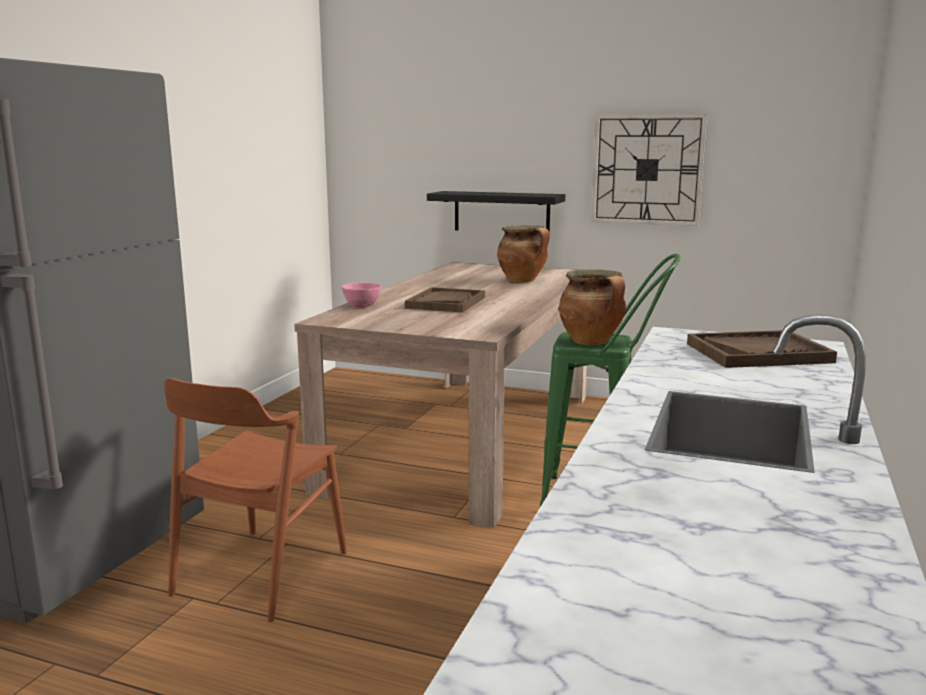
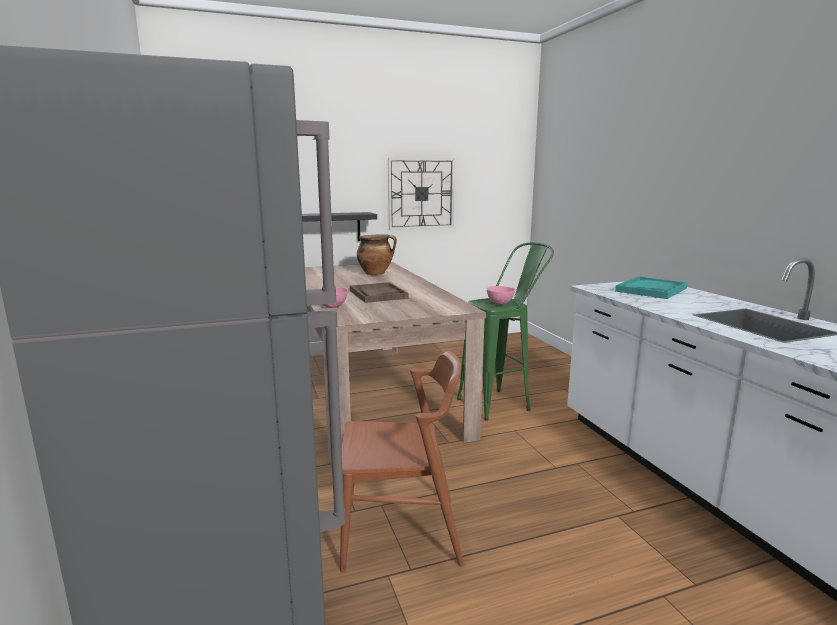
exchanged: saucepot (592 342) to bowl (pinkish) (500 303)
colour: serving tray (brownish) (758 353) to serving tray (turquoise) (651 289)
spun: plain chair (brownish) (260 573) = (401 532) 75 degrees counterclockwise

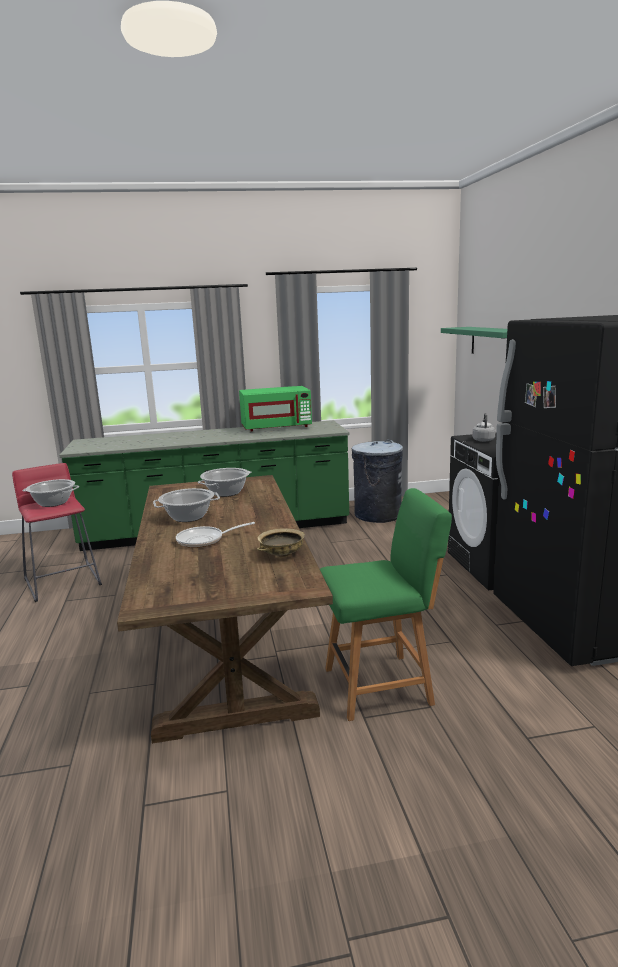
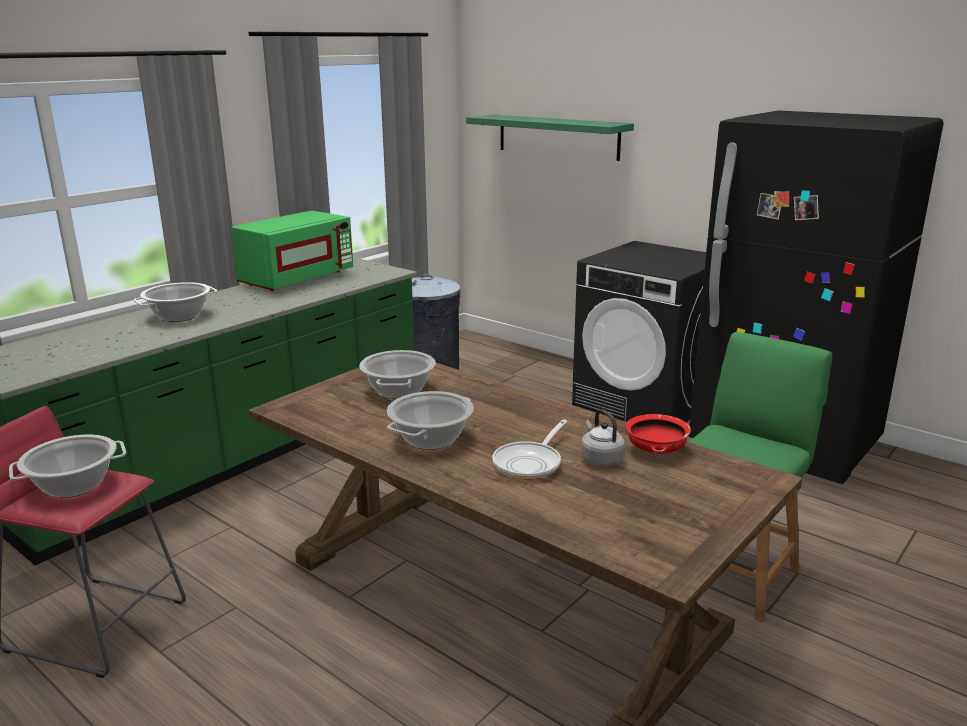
appeared: saucepot (179 316)
relocated: tea kettle (gray) (483 440) to (600 459)
colour: bowl (sand-coloured) (281 554) to bowl (red) (656 450)

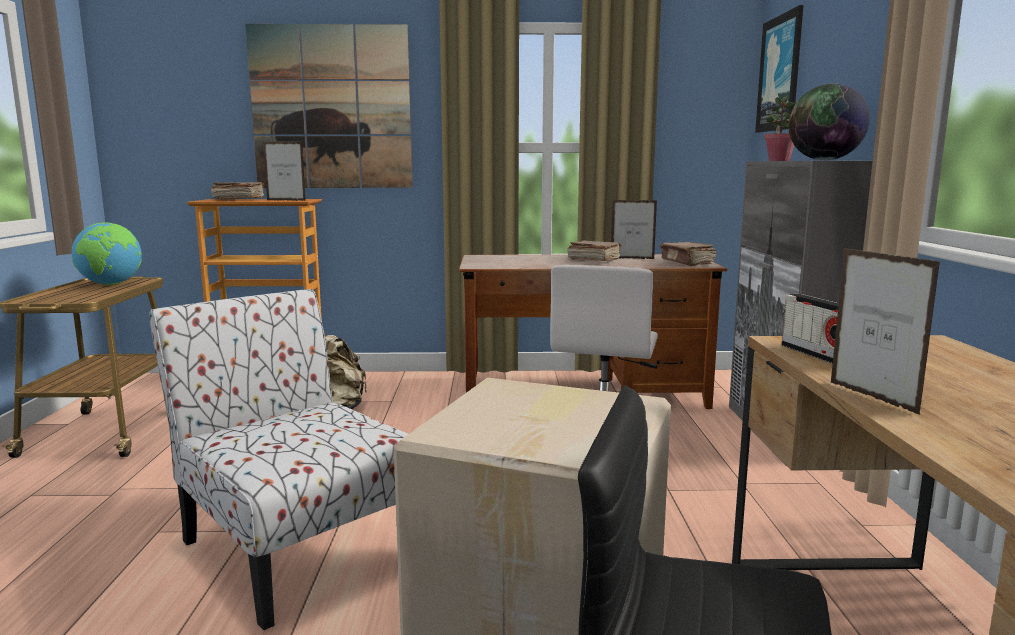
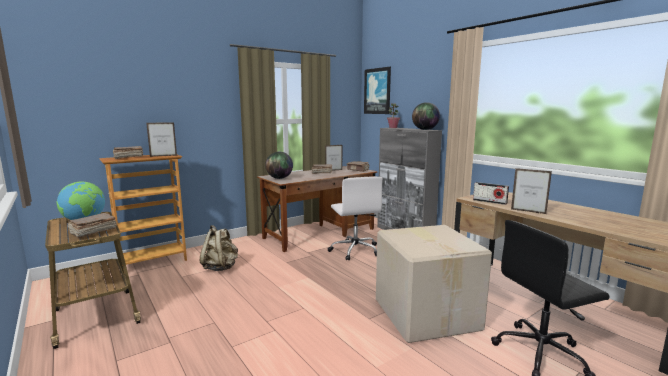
missing: wall picture (331 108); plain chair (297 546)
appeared: globe (279 178); bound book (brownish) (92 232)

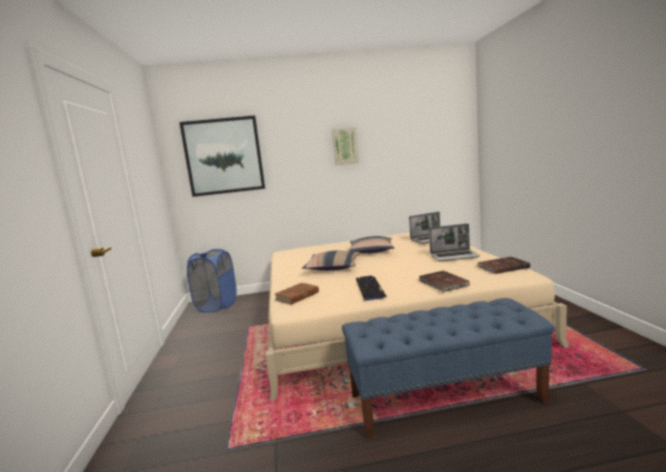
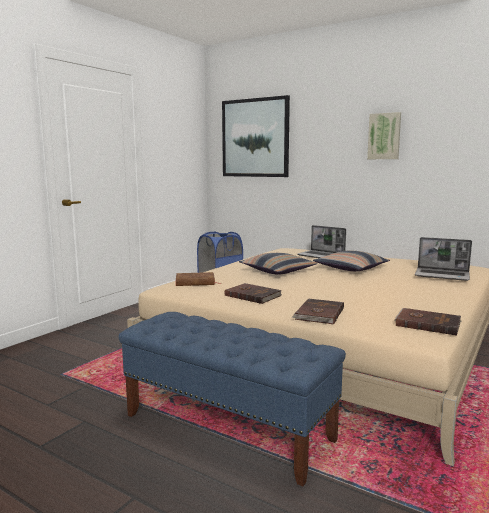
relocated: portable computer (454 256) to (321 256)
exchanged: PC keyboard (369 288) to bound book (brownish) (253 295)

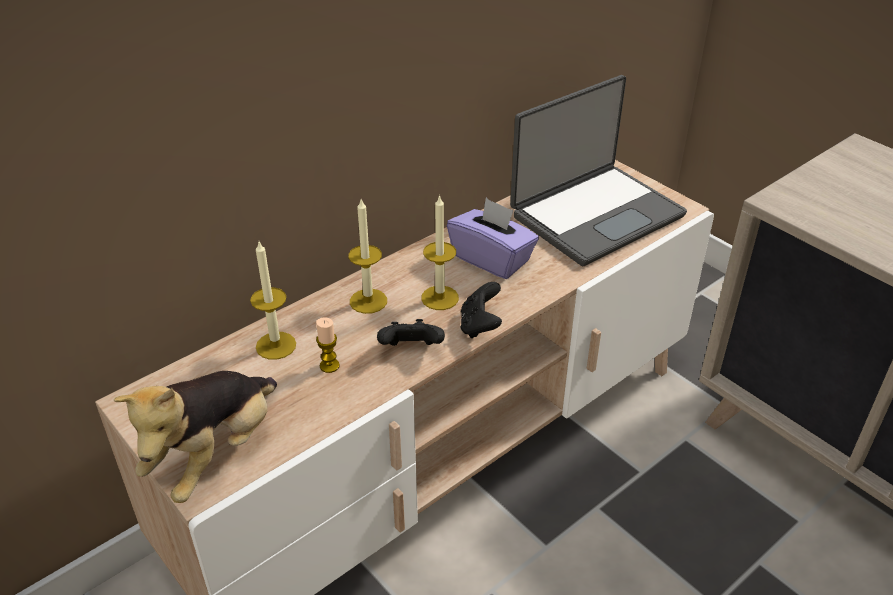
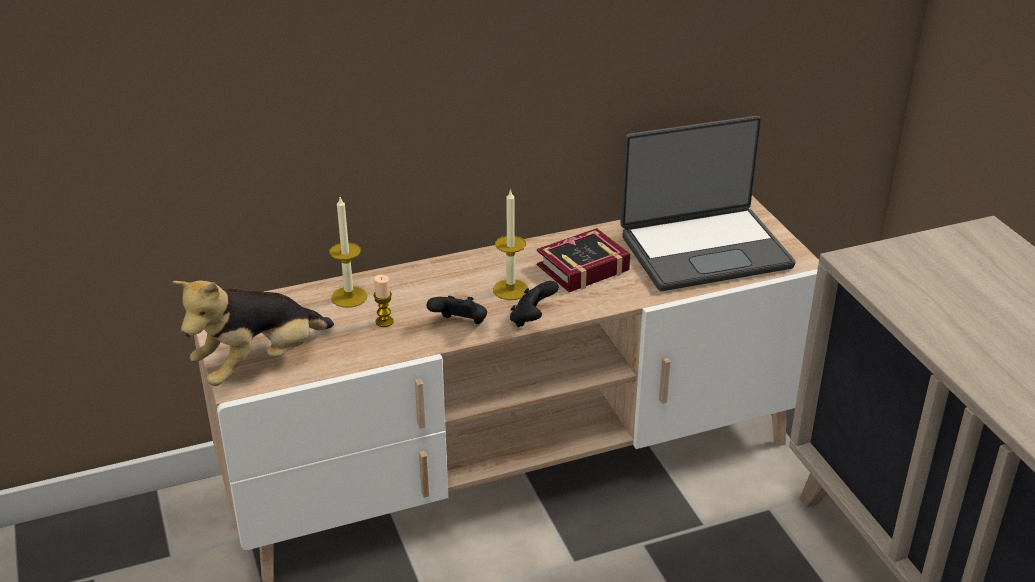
missing: wax light (368 301)
exchanged: tissue box (purple) (492 259) to bound book (578 268)

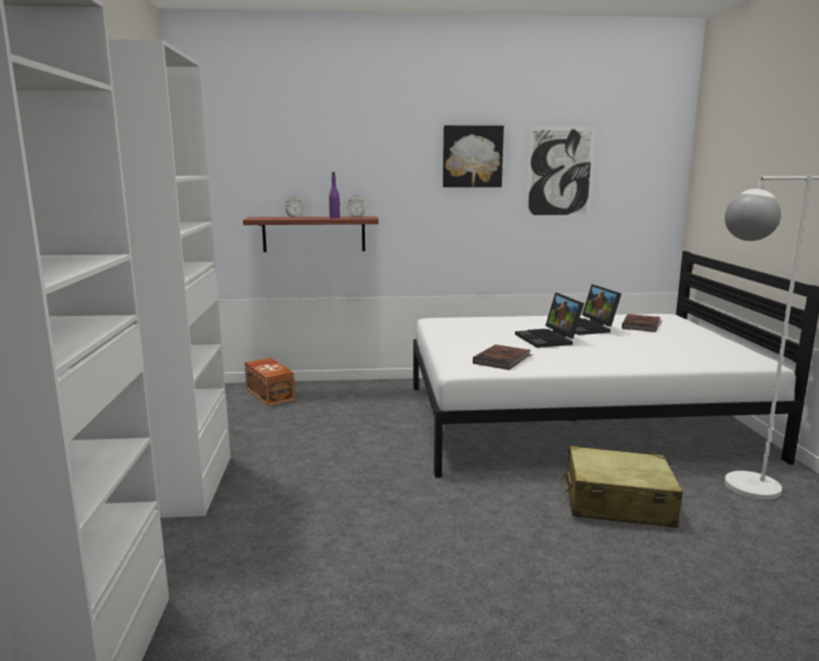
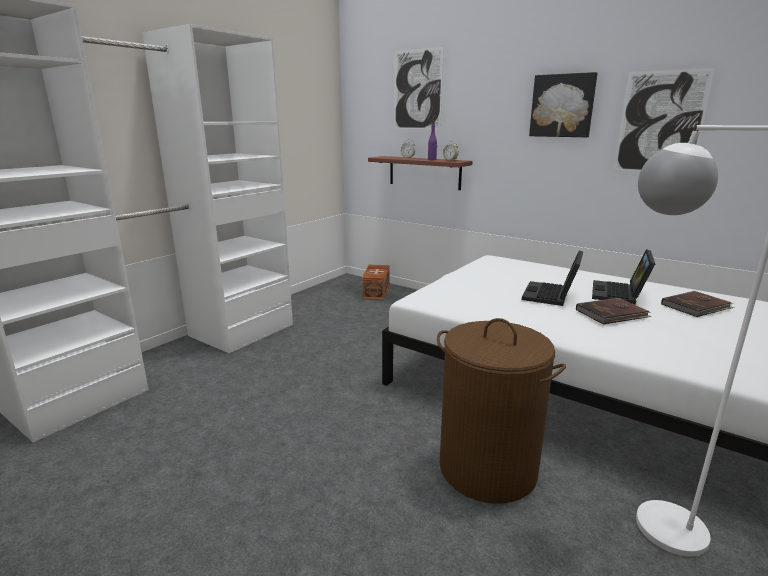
appeared: wall picture (417 90)
relocated: bound book (brownish) (503 360) to (612 314)
exchanged: travel case (sand-coloured) (617 503) to washing basket (brownish) (487 469)

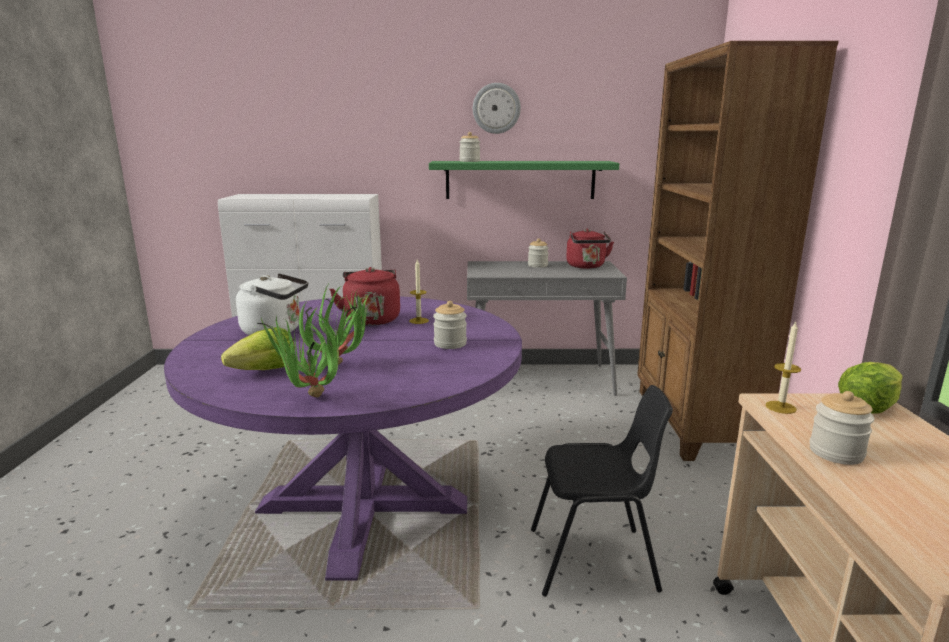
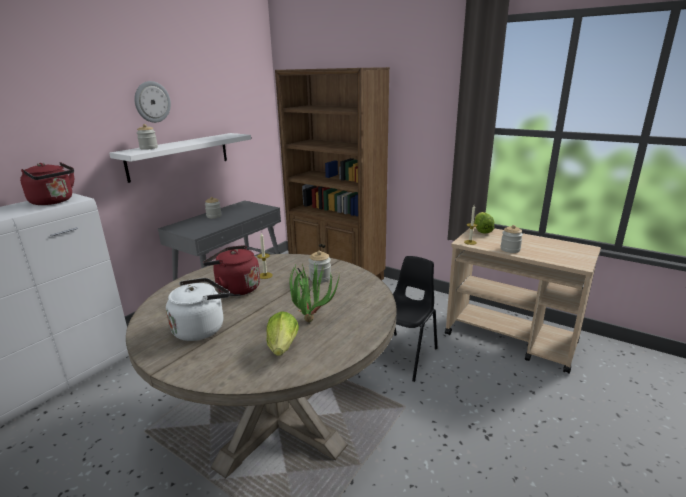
missing: potted plant (309 400)
relocated: tea kettle (red) (586 266) to (54 202)
colour: wall shelf (green-coloured) (520 180) to wall shelf (whitish) (179 156); dinner table (purple) (363 506) to dinner table (sand-coloured) (278 418)

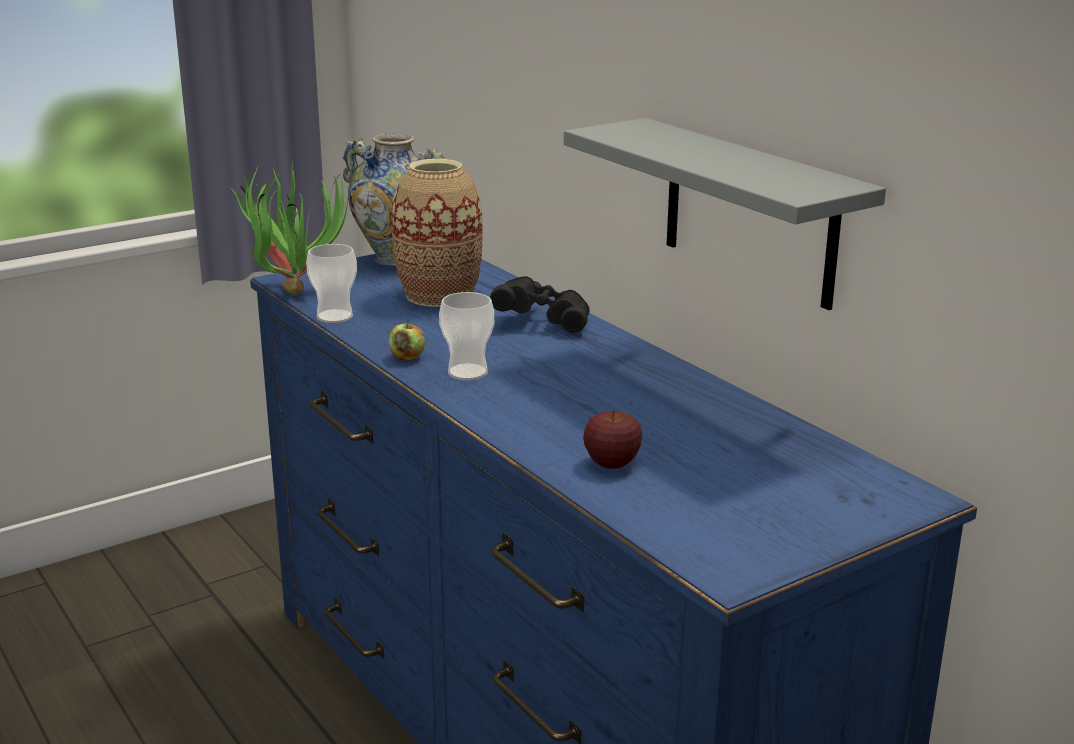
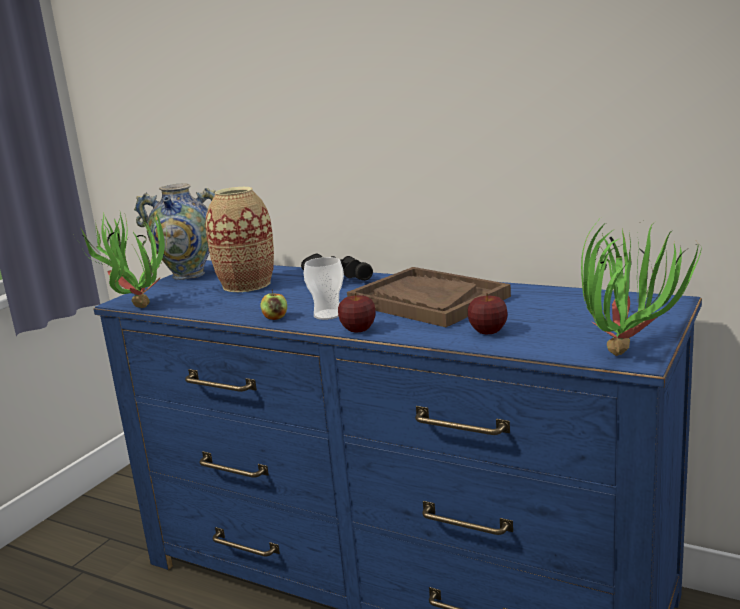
missing: wall shelf (gray) (749 213); cup (334 316)
appeared: potted plant (628 350); serving tray (brownish) (427 300); whole apple (358 330)

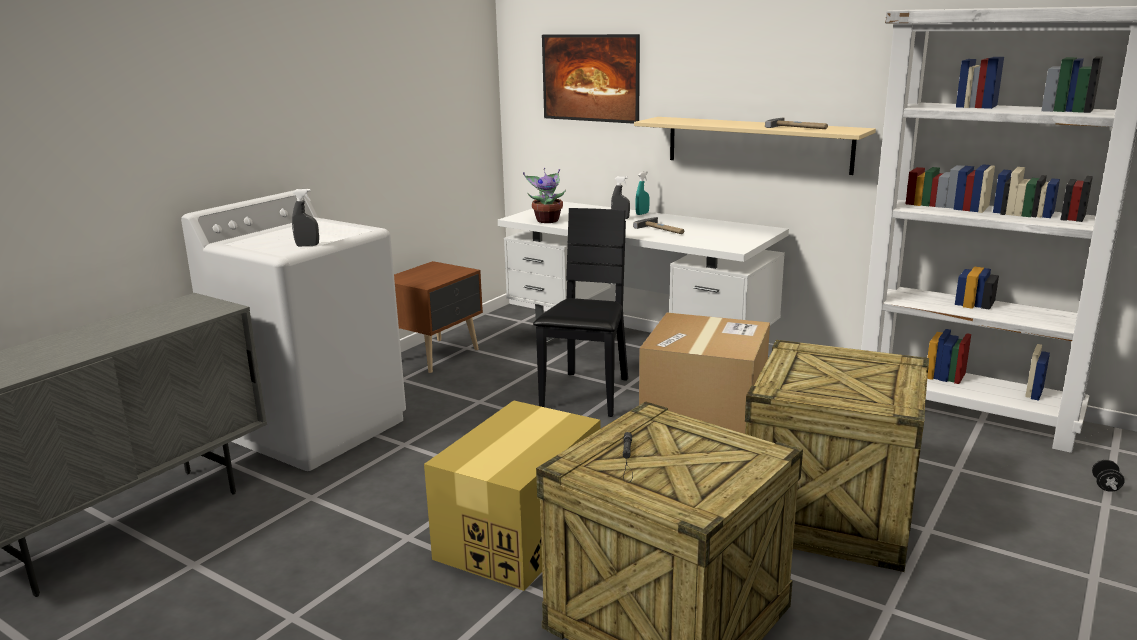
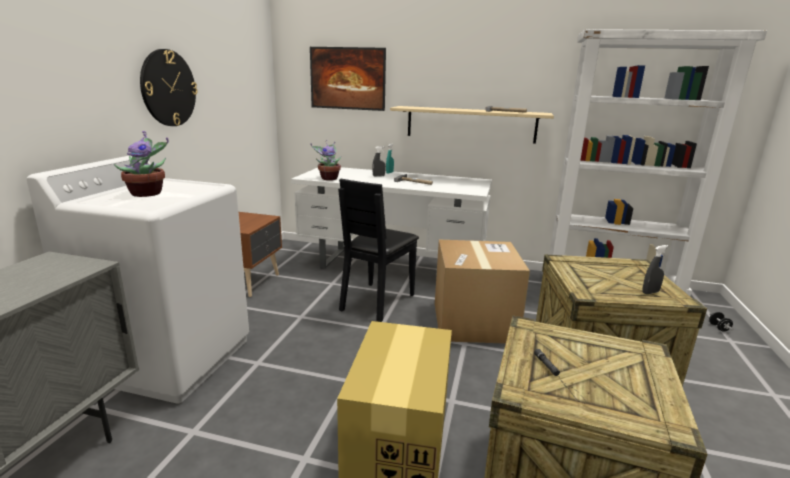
appeared: hanging clock (168 88); potted plant (148 193)
relocated: hand sprayer (gray) (307 245) to (650 292)
spun: plain chair (black-coloured) (586 394) = (377 301) 150 degrees counterclockwise

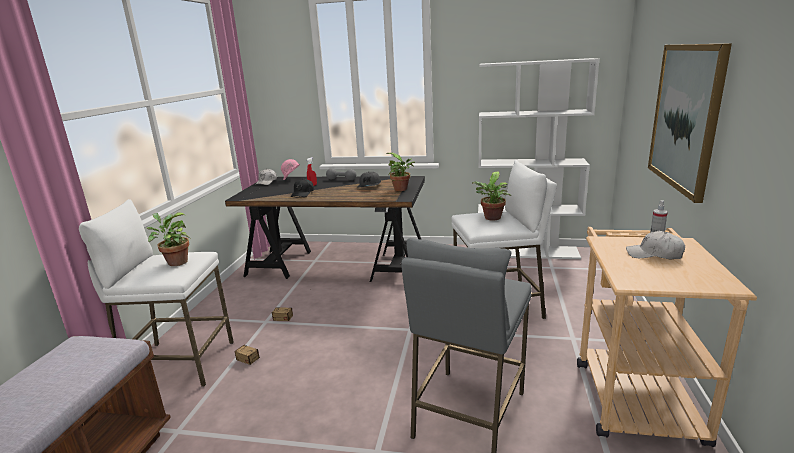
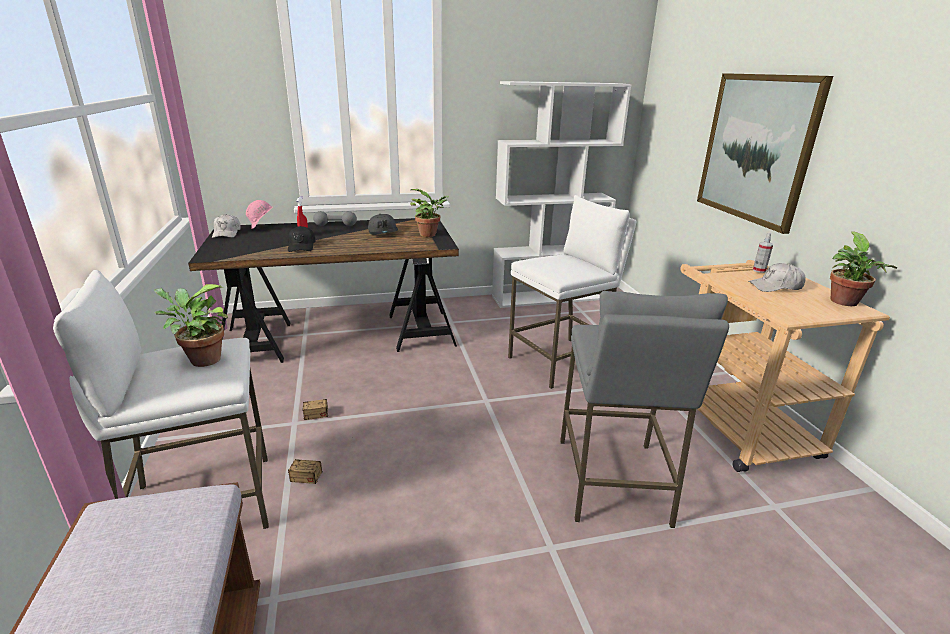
relocated: potted plant (491 218) to (845 303)

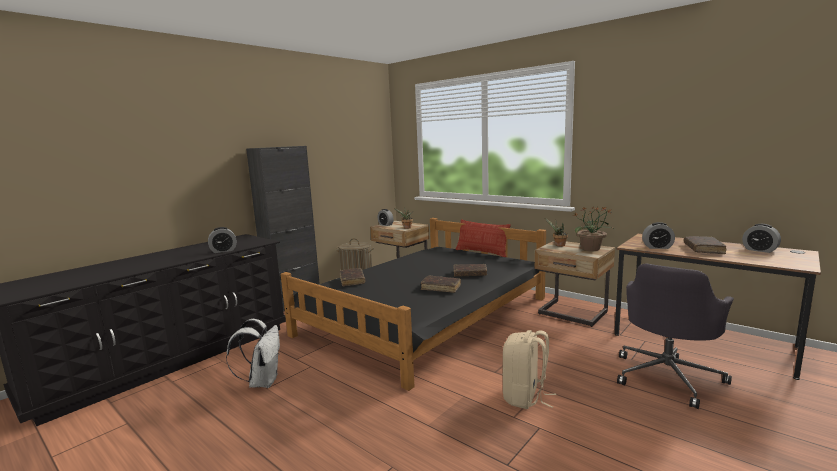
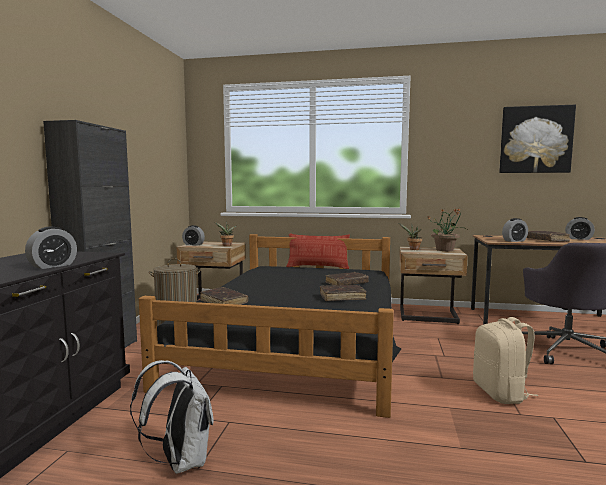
appeared: wall picture (535 140)

